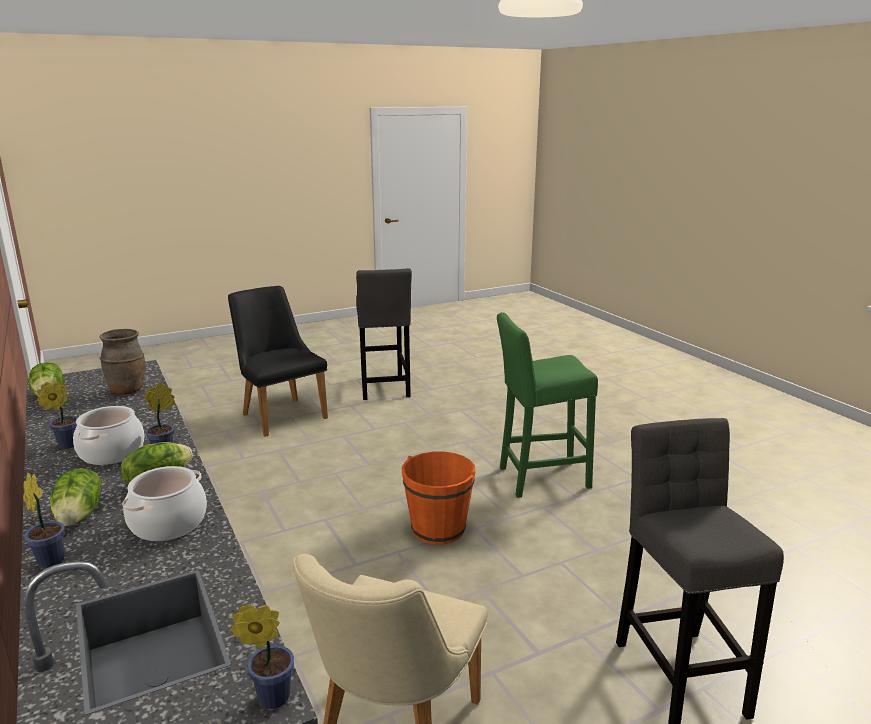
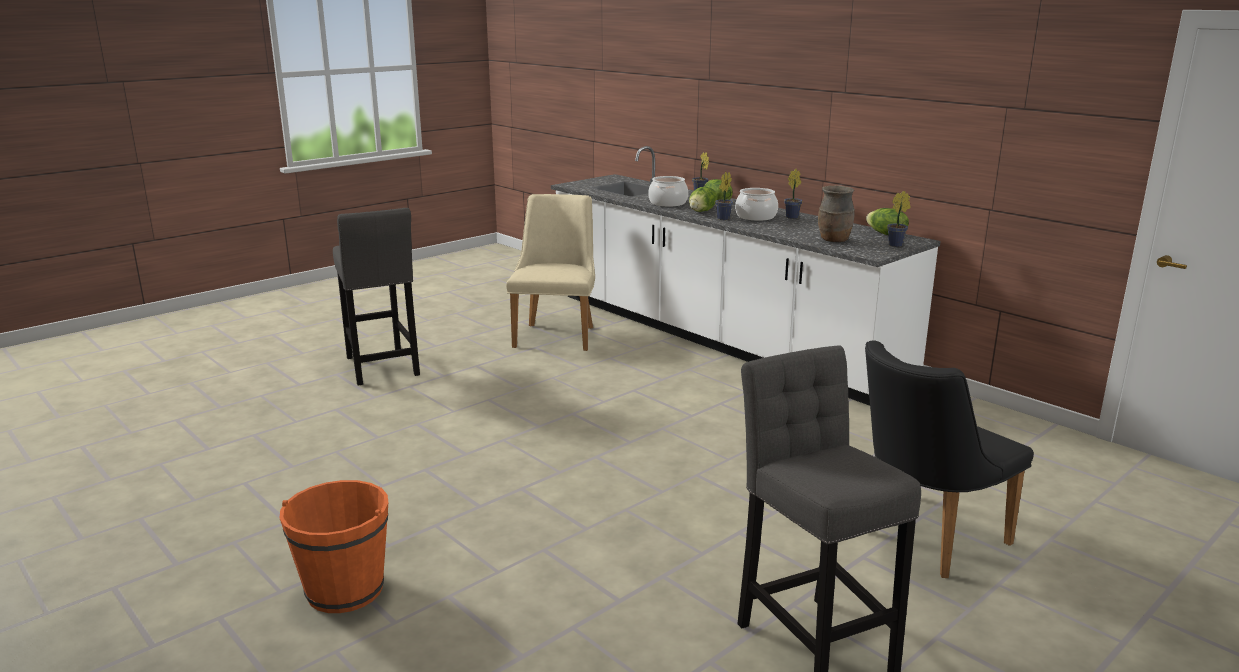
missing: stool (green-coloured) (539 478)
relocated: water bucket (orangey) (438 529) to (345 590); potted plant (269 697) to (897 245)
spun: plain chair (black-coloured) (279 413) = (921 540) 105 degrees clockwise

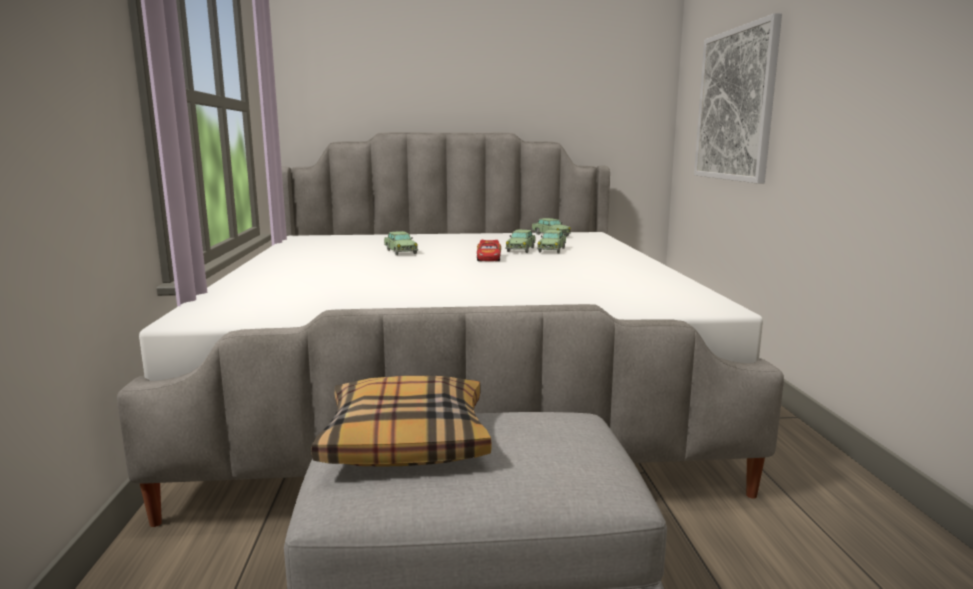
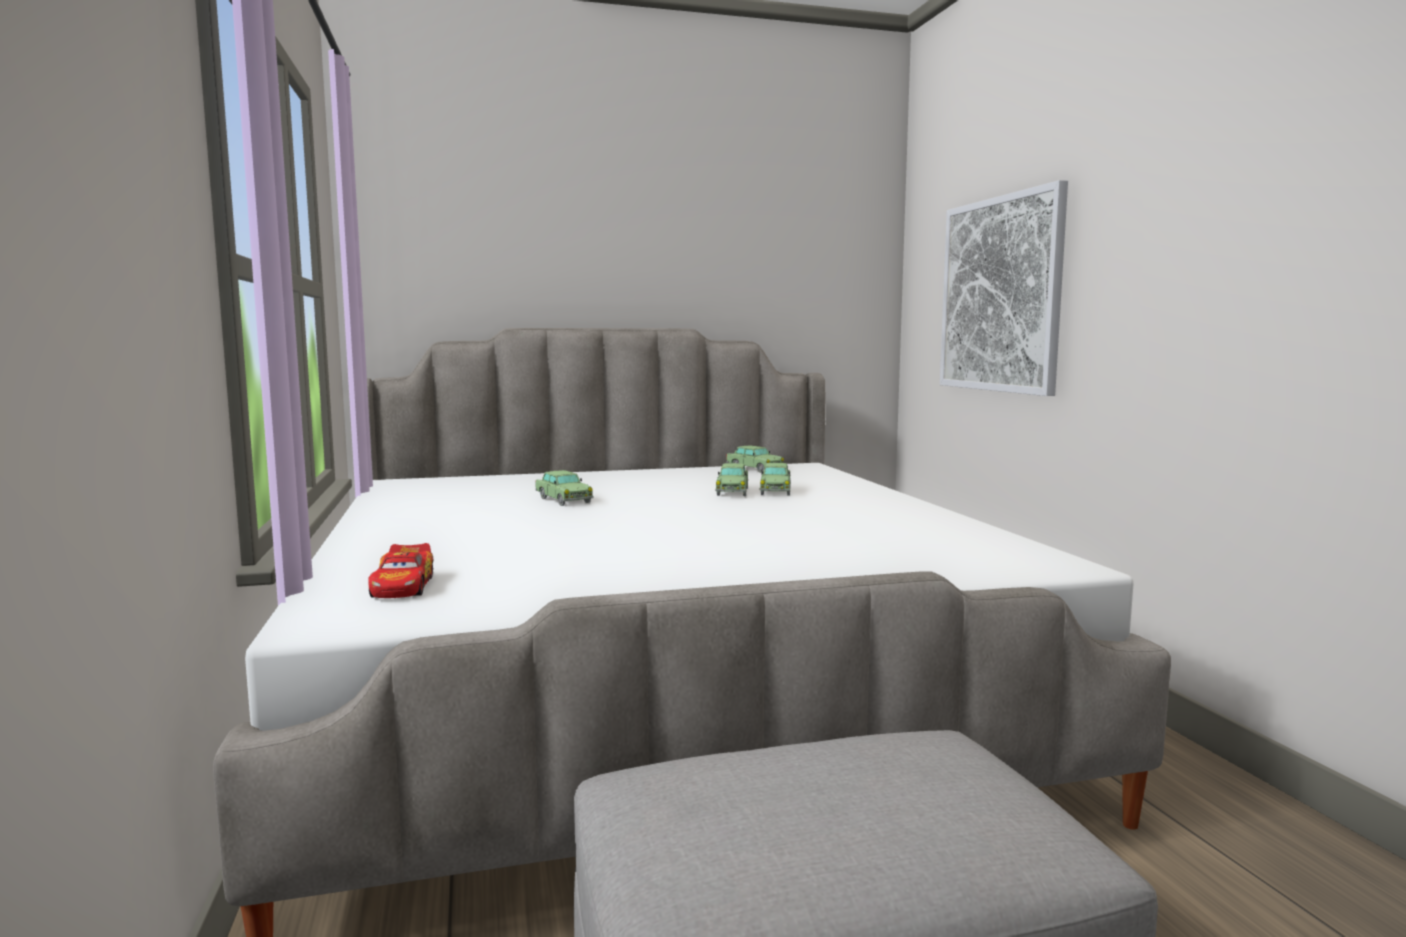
missing: pillow (406 439)
relocated: toy car (488 258) to (403 587)

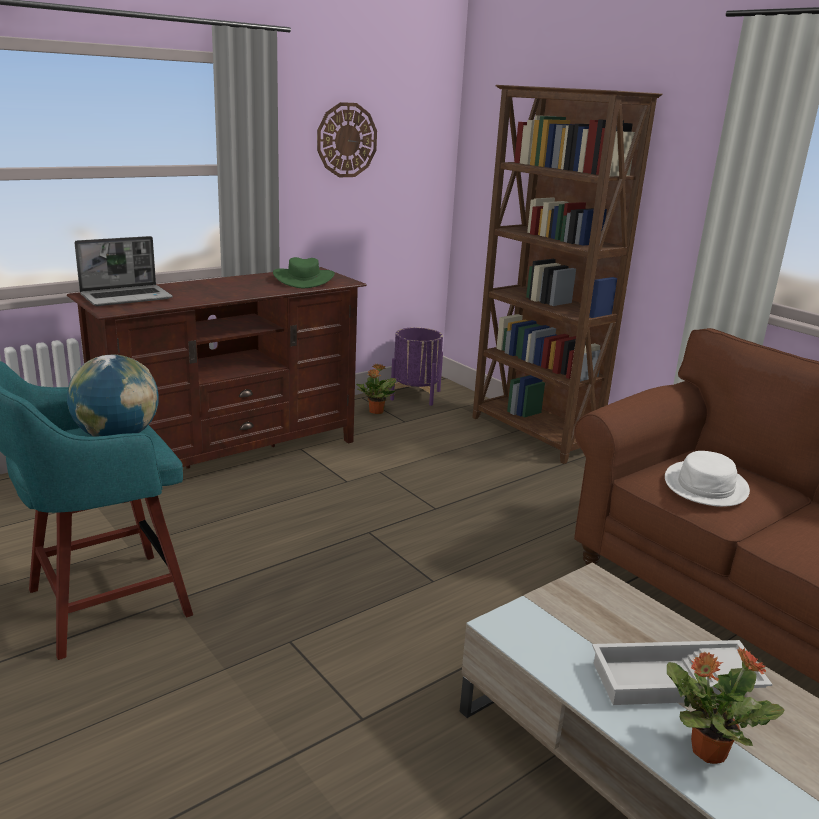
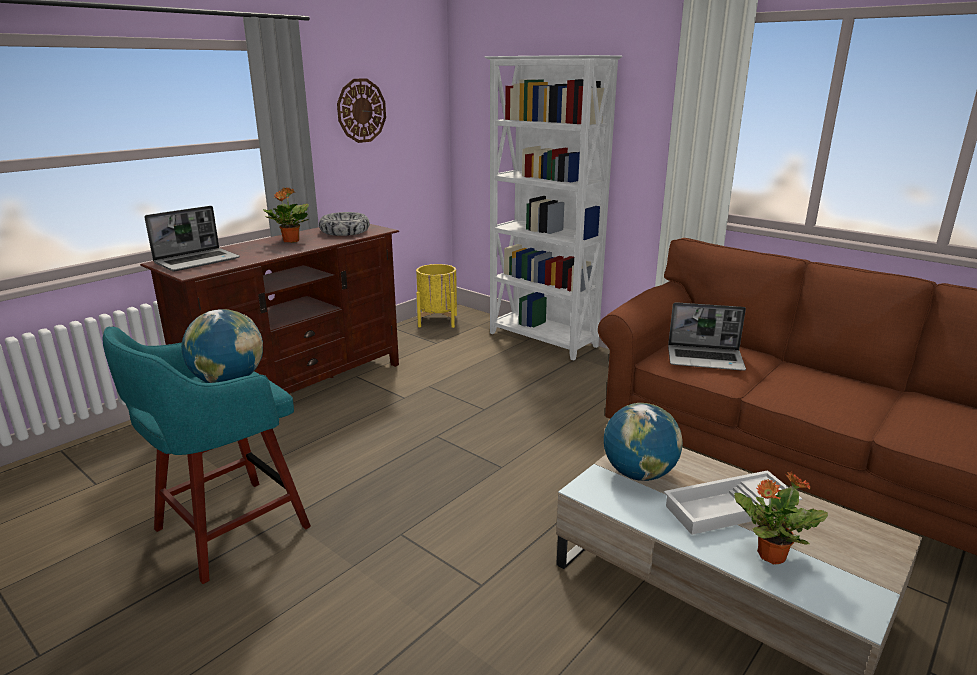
appeared: globe (639 474)
relocated: potted plant (376 412) to (290 241)
exchanged: hat (green-coloured) (304 279) to bowl (345 231); hat (whitish) (706 485) to portable computer (706 359)
colour: shelving unit (brownish) (533 434) to shelving unit (whitish) (542 340); planter (purple) (415 395) to planter (yellowish) (437 321)

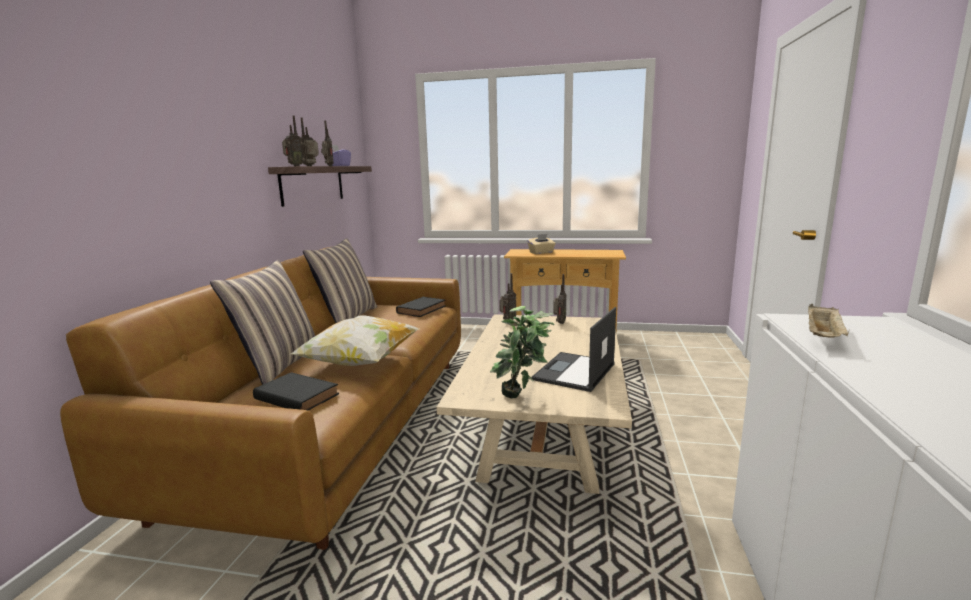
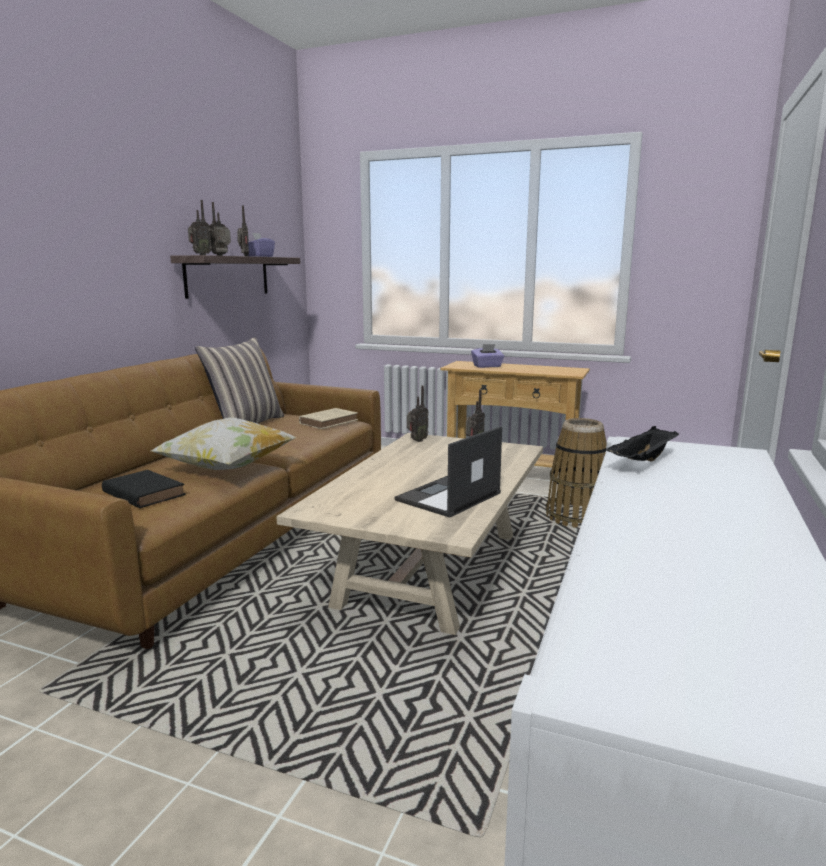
missing: pillow (279 364); potted plant (522 398)
appeared: basket (576 517)
colour: tissue box (sand-coloured) (541 252) to tissue box (purple) (487 366); bound book (black-coloured) (422 309) to bound book (sand-coloured) (330 421); serving tray (sand-coloured) (823 337) to serving tray (black-coloured) (643 462)

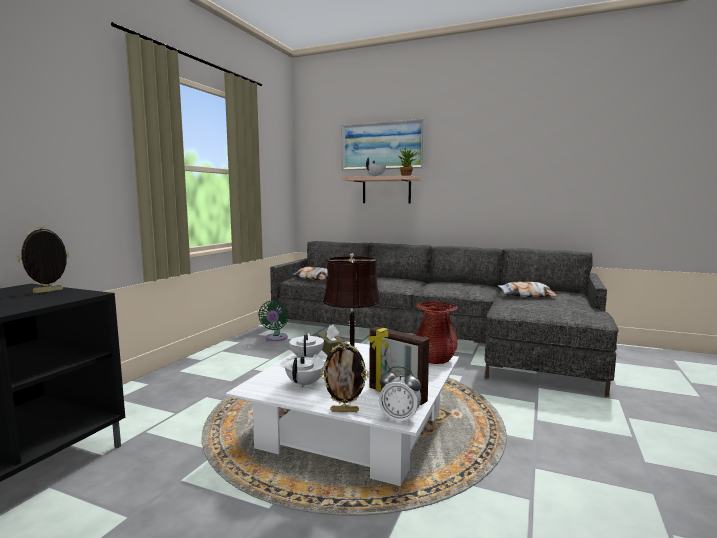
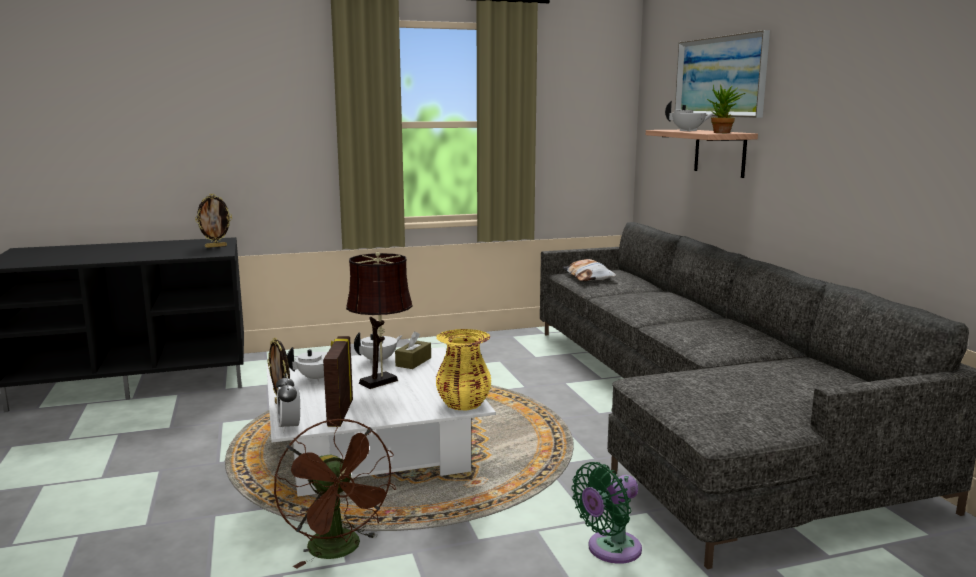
missing: pillow (526 295)
appeared: electric fan (brownish) (340 551)
relocated: electric fan (green-coloured) (275 338) to (610 550)
colour: flower vase (red) (435 359) to flower vase (yellowish) (463 404)
spun: photo frame (48 291) = (216 246) 150 degrees clockwise

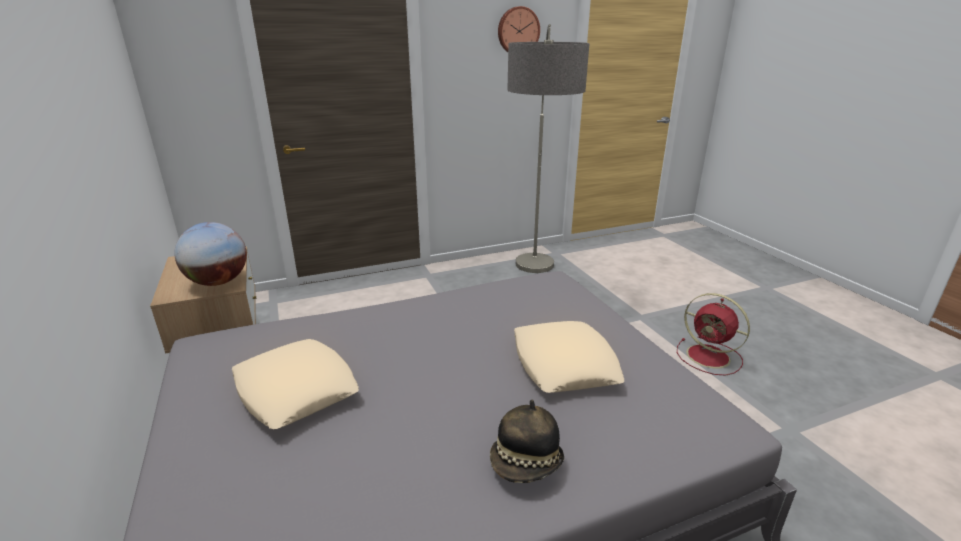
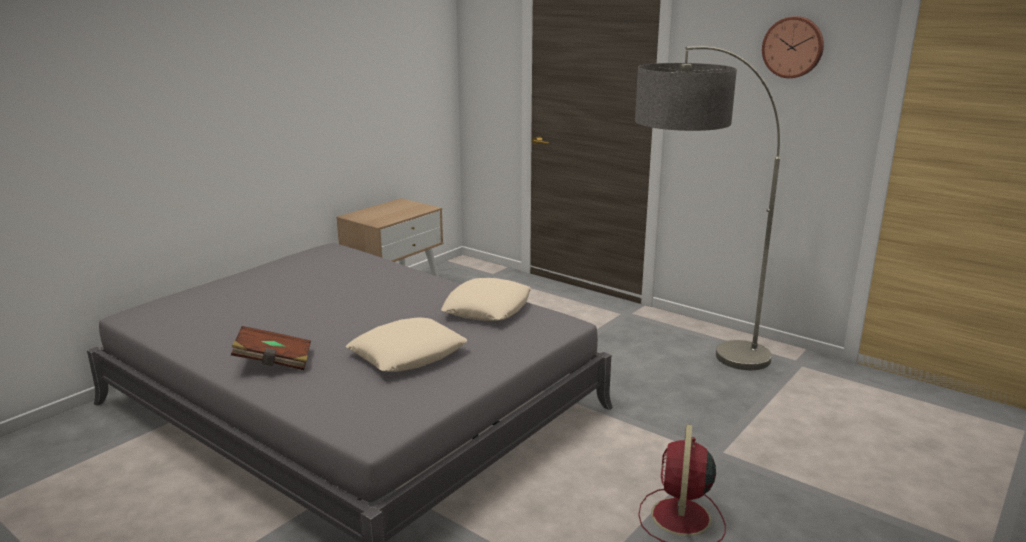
missing: globe (218 282)
relocated: pillow (sand-coloured) (295 390) to (487 308)
exchanged: hat (526 464) to bound book (brownish) (274 362)

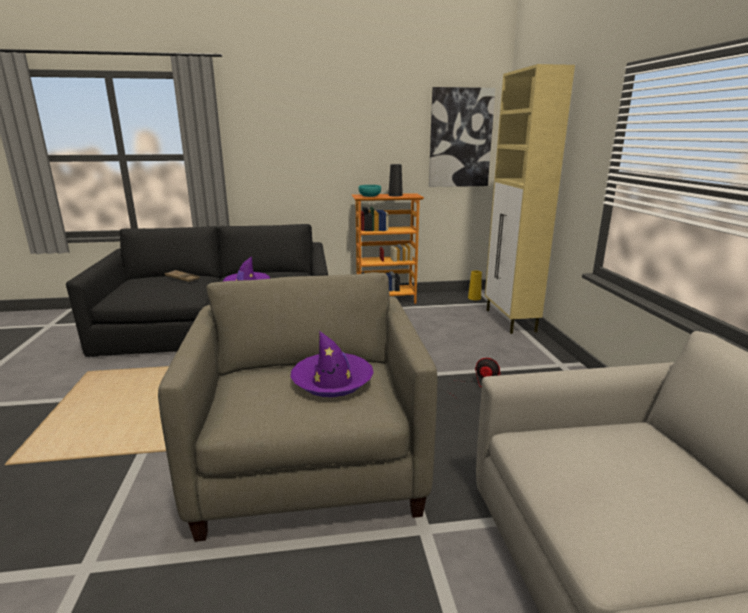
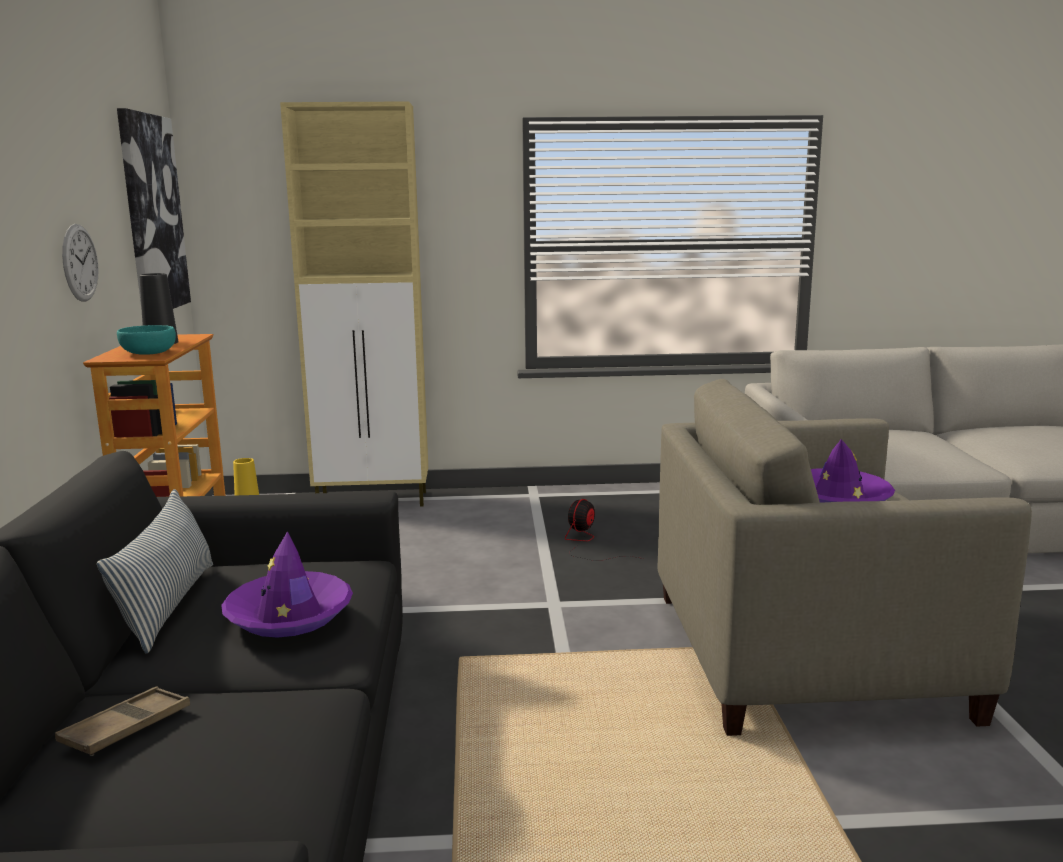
appeared: hanging clock (80 263); pillow (168 605)

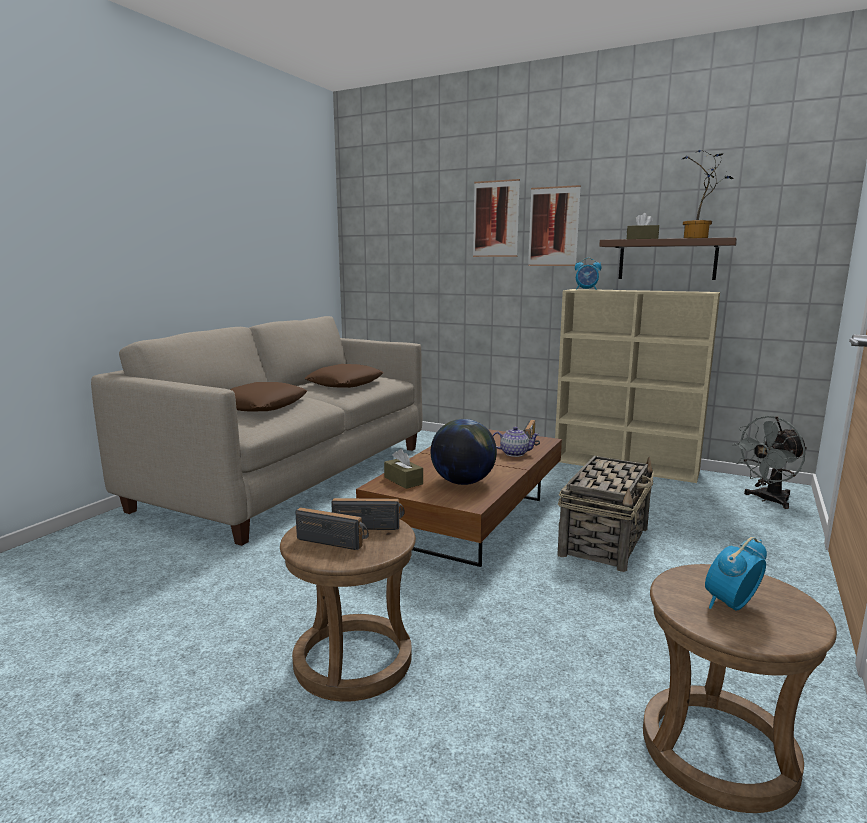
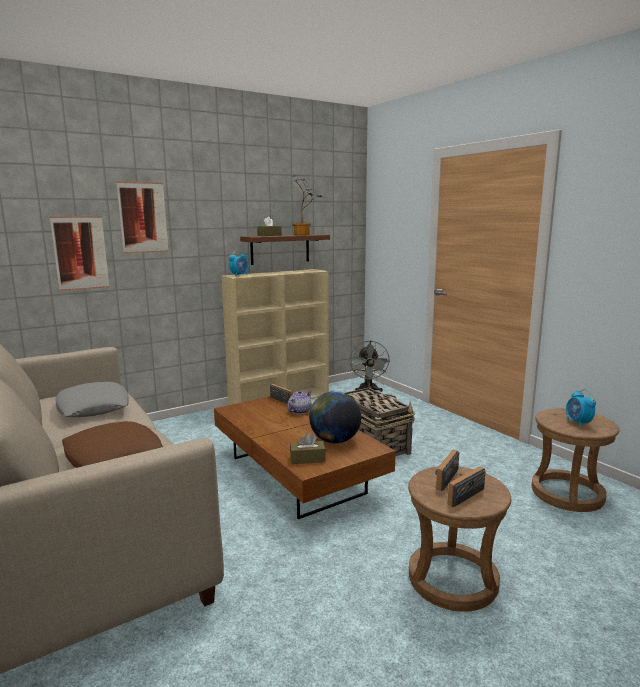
relocated: wall picture (553 226) to (80 253)
colour: pillow (brownish) (345 383) to pillow (gray) (93 407)

